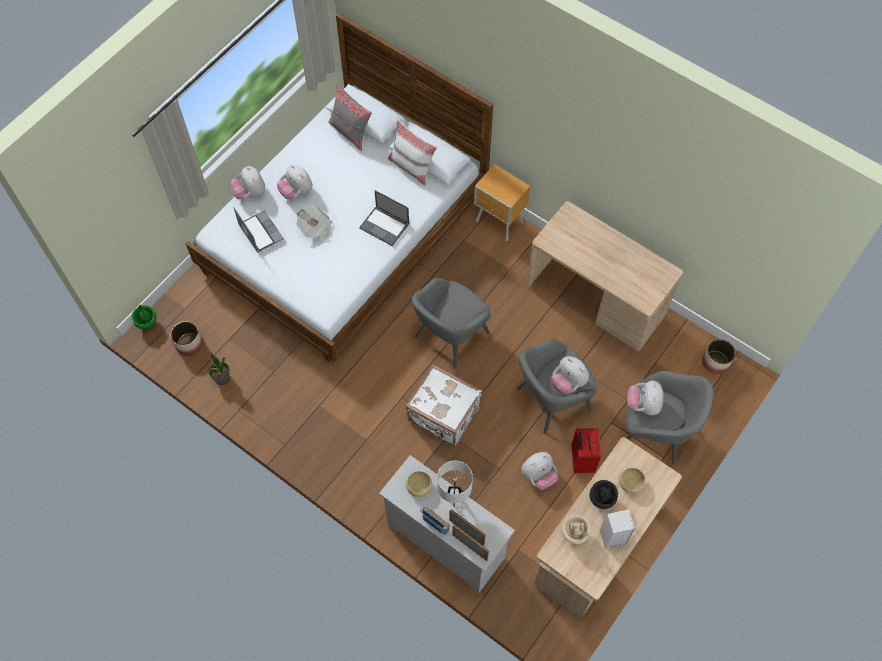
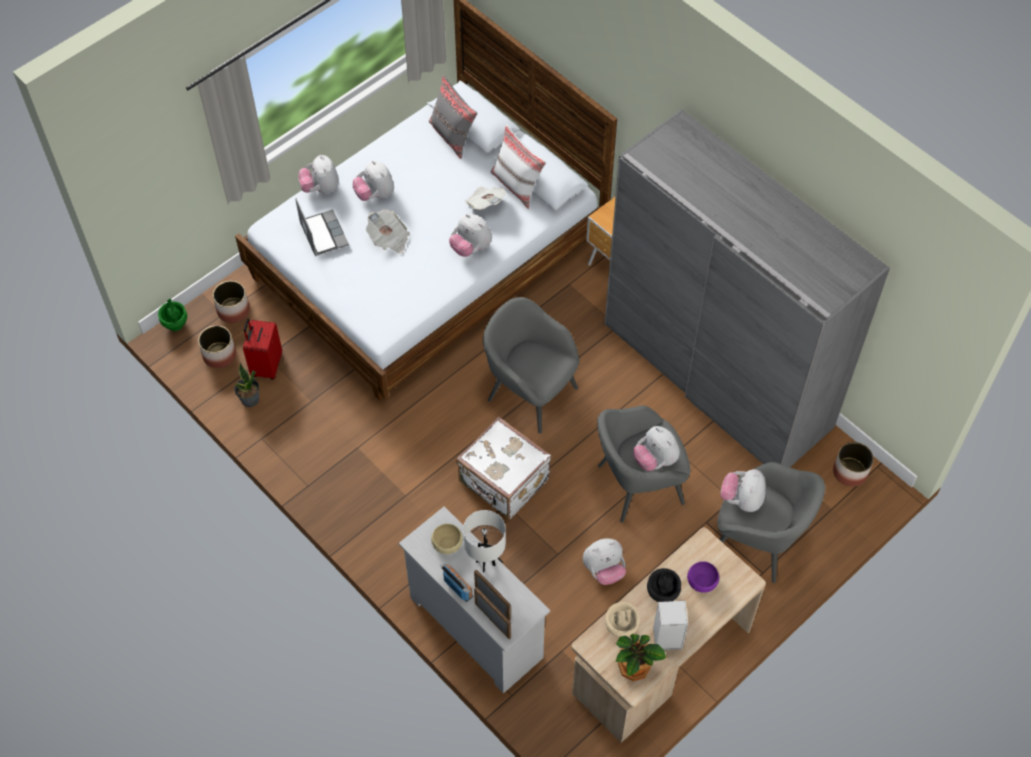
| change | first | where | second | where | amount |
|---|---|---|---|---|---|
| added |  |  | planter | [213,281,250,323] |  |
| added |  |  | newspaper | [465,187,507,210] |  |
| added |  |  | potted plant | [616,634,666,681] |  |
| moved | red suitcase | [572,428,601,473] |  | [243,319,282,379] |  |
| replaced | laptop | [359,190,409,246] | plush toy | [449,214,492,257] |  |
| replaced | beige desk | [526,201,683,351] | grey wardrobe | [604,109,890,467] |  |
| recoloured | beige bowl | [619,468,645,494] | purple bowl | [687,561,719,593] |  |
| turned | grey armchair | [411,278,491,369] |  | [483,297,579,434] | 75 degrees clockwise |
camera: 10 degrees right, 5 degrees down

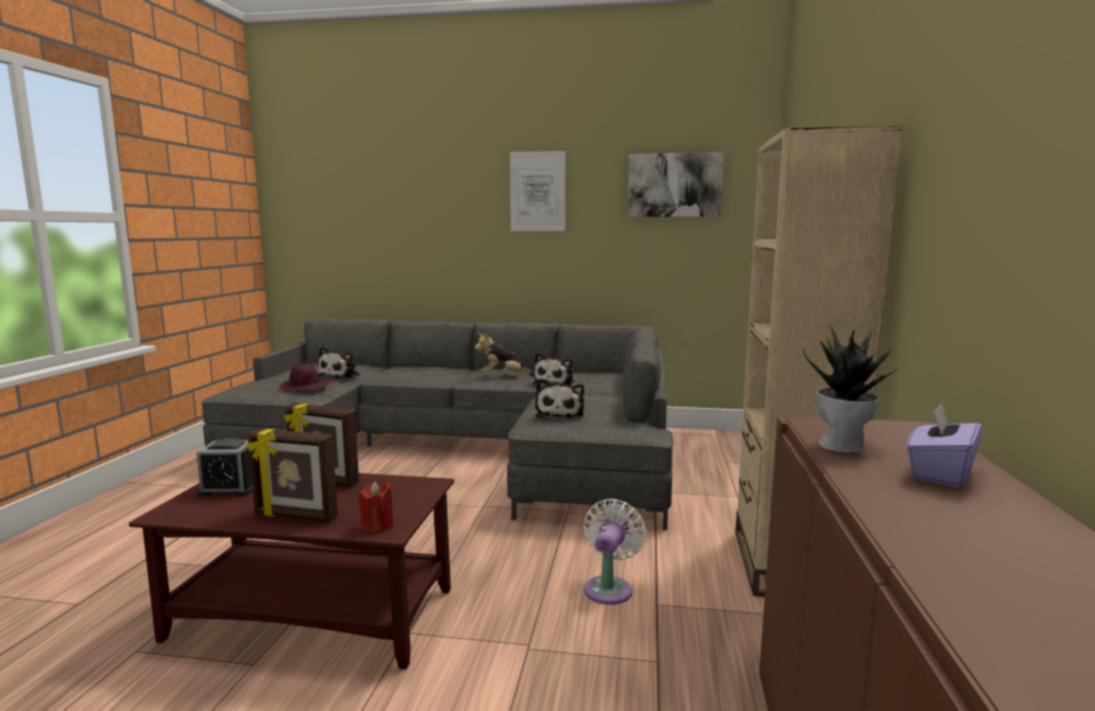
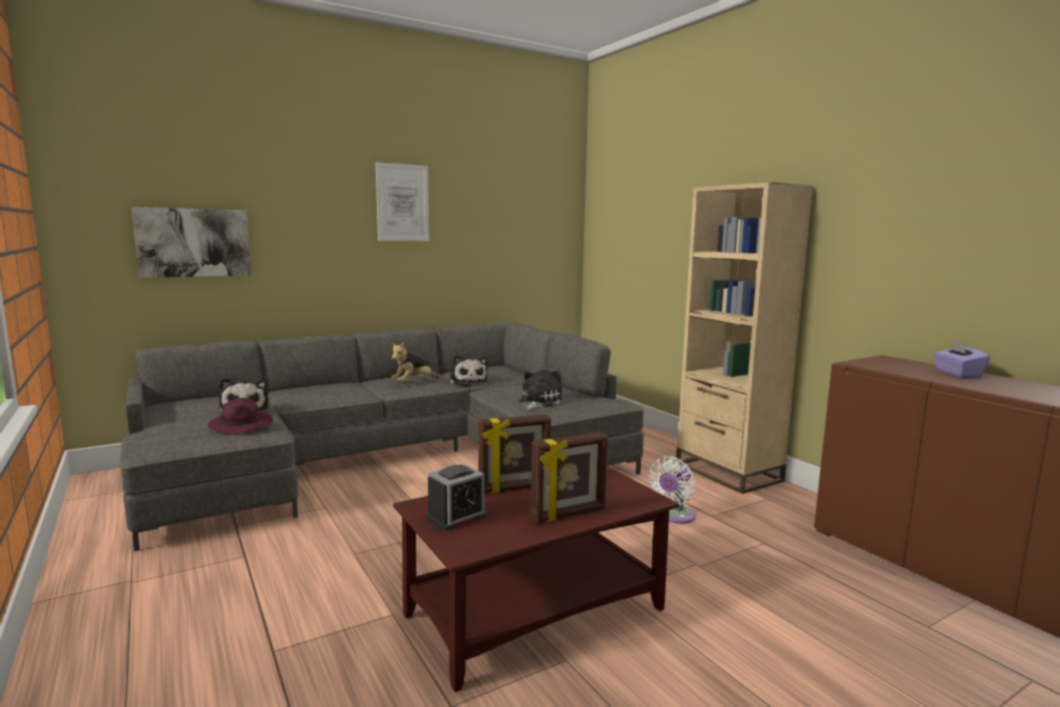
| change | first | where | second | where | amount |
|---|---|---|---|---|---|
| removed | red candle | [359,481,394,533] |  |  |  |
| removed | potted plant | [803,324,898,453] |  |  |  |
| moved | picture | [628,152,724,217] |  | [132,207,251,278] |  |
| turned | plush toy | [535,378,584,419] |  | [518,370,563,410] | 120 degrees counterclockwise |
| turned | white fan | [584,499,647,605] |  | [649,456,696,524] | 120 degrees counterclockwise |
camera: 40 degrees left, 0 degrees up

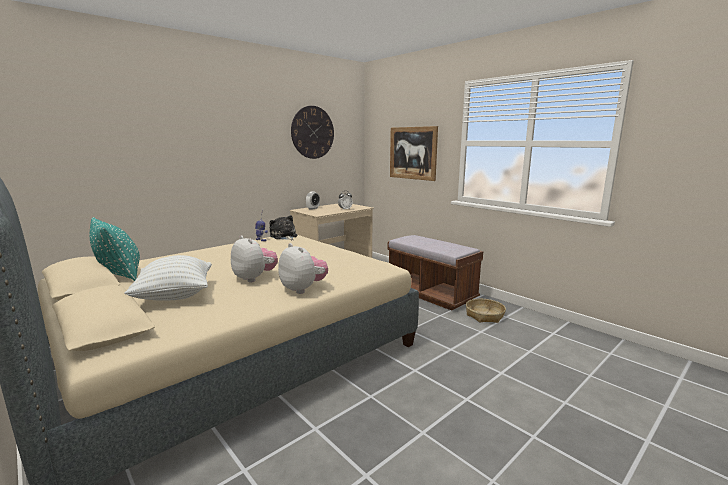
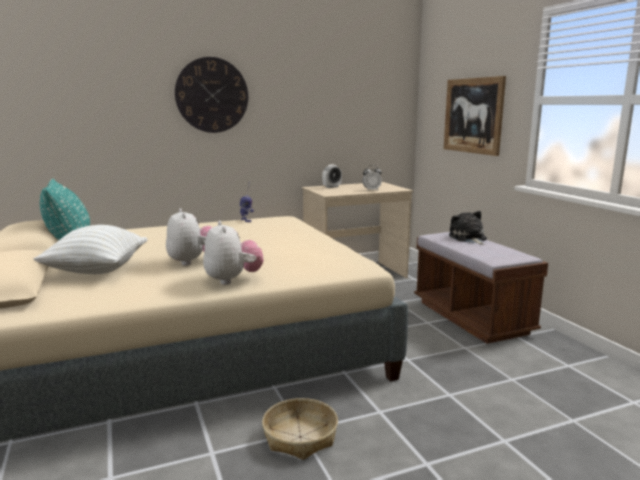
| change | first | where | second | where | amount |
|---|---|---|---|---|---|
| moved | plush toy | [269,215,297,240] |  | [449,211,487,245] |  |
| moved | wall clock | [291,106,334,159] |  | [175,57,248,133] |  |
| moved | basket | [466,299,506,323] |  | [262,398,338,460] |  |
camera: 20 degrees right, 0 degrees up

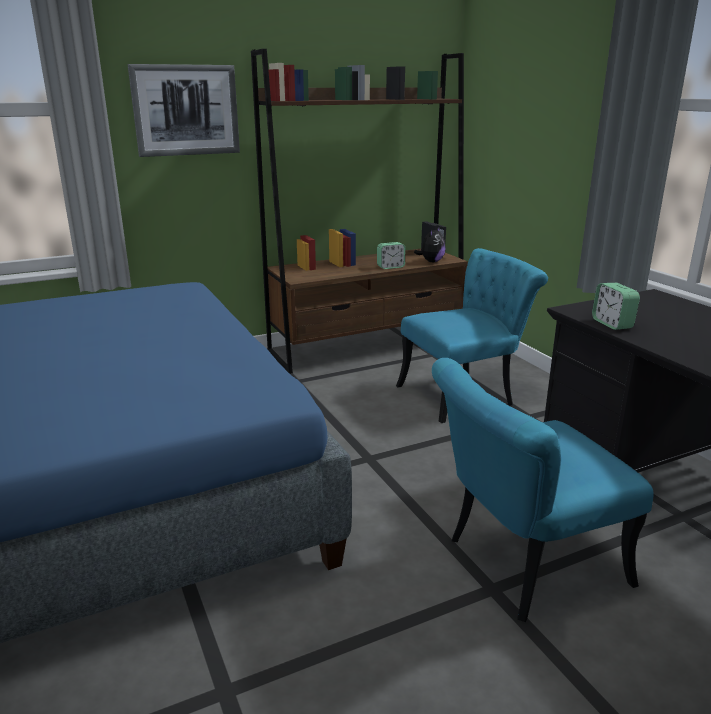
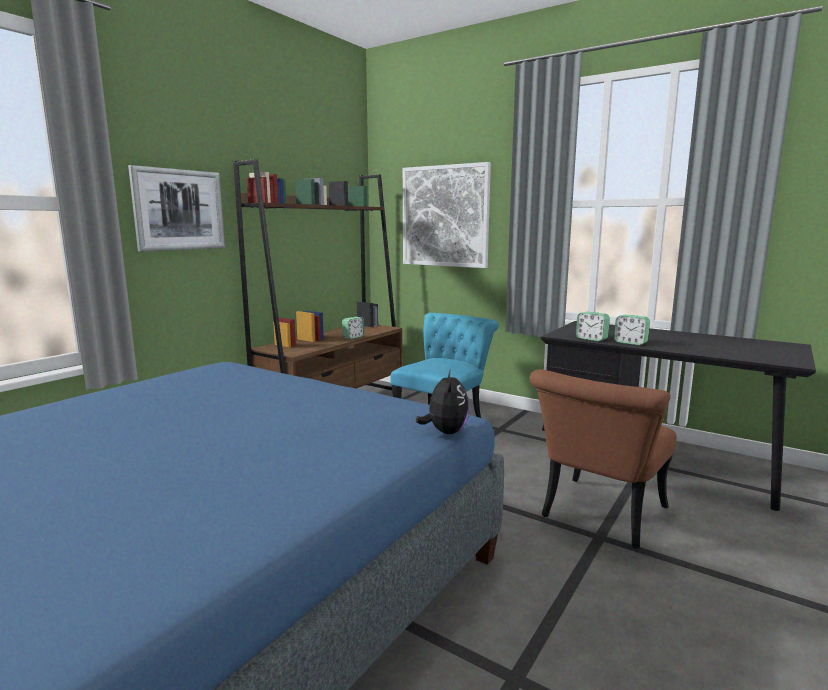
| change | first | where | second | where | amount |
|---|---|---|---|---|---|
| added |  |  | picture | [403,162,491,268] |  |
| added |  |  | alarm clock | [614,315,650,345] |  |
| moved | plush toy | [414,227,446,262] |  | [416,369,470,434] |  |
| recoloured | turquoise chair | [432,358,654,622] | brown chair | [530,369,676,549] |  |
camera: 30 degrees left, 10 degrees down

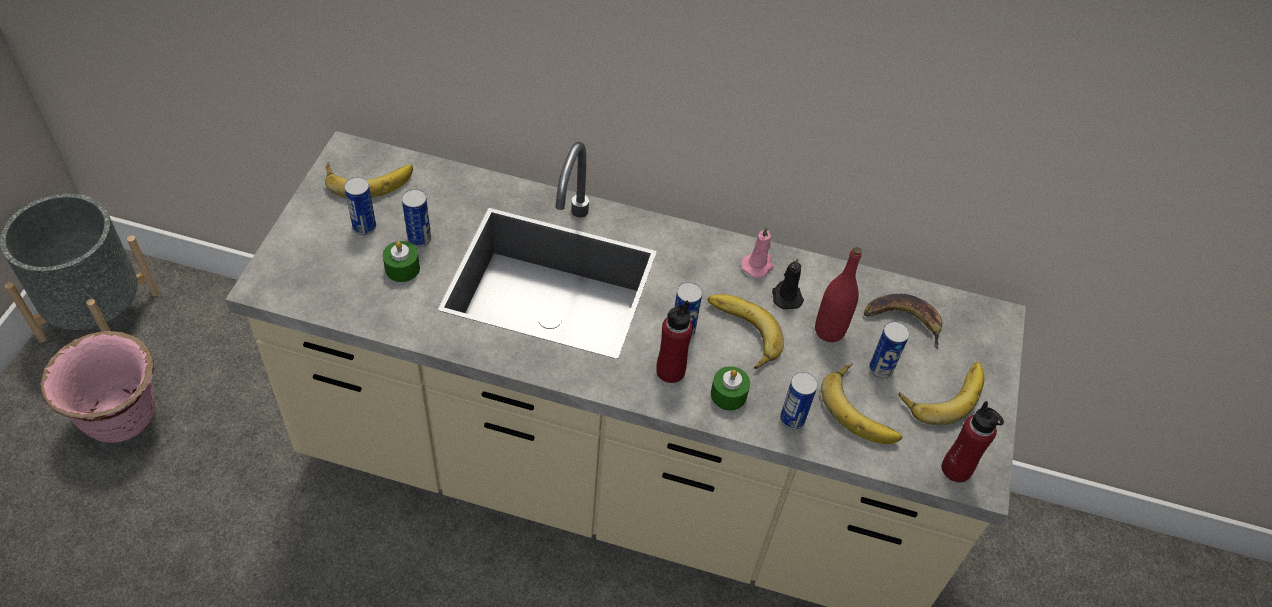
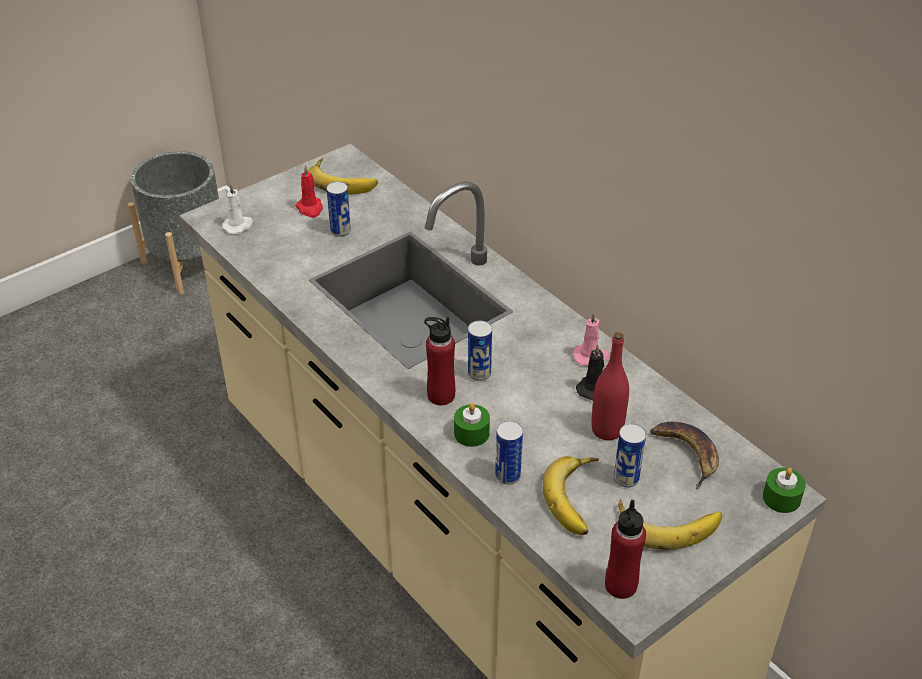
| change | first | where | second | where | amount |
|---|---|---|---|---|---|
| removed | pink planter | [40,331,155,442] |  |  |  |
| removed | banana | [708,295,784,369] |  |  |  |
| added |  |  | white candle | [223,184,253,234] |  |
| moved | green candle | [383,241,420,282] |  | [763,468,806,513] |  |
| replaced | can | [344,177,376,235] | red candle | [295,165,323,218] |  |
camera: 40 degrees right, 10 degrees down

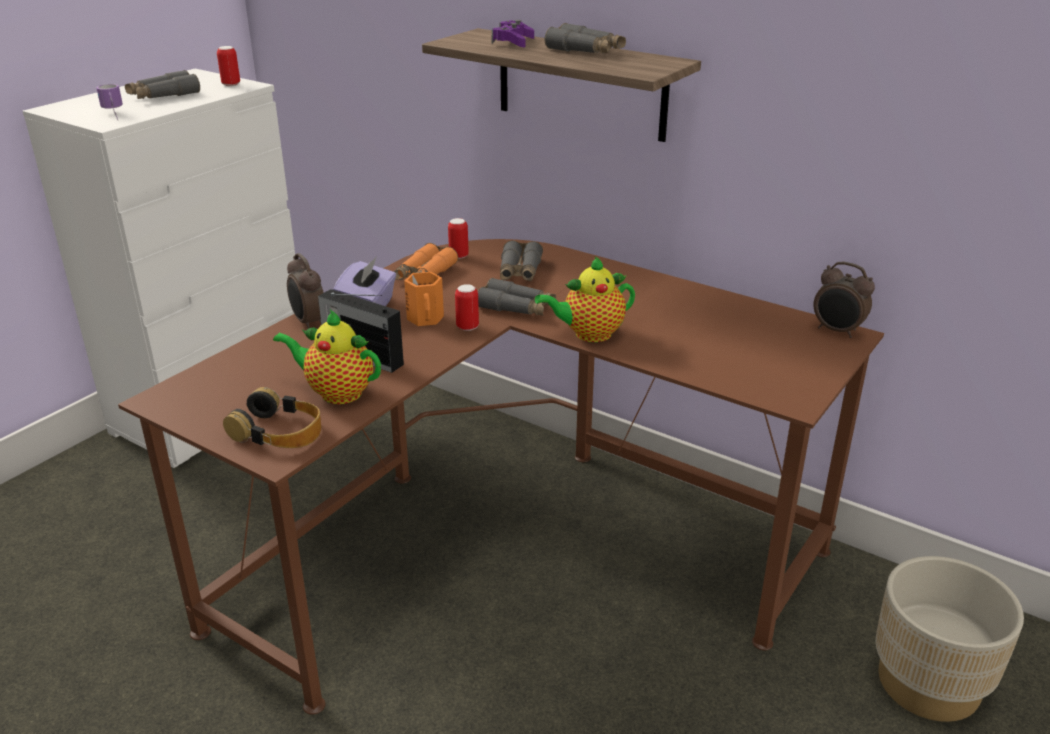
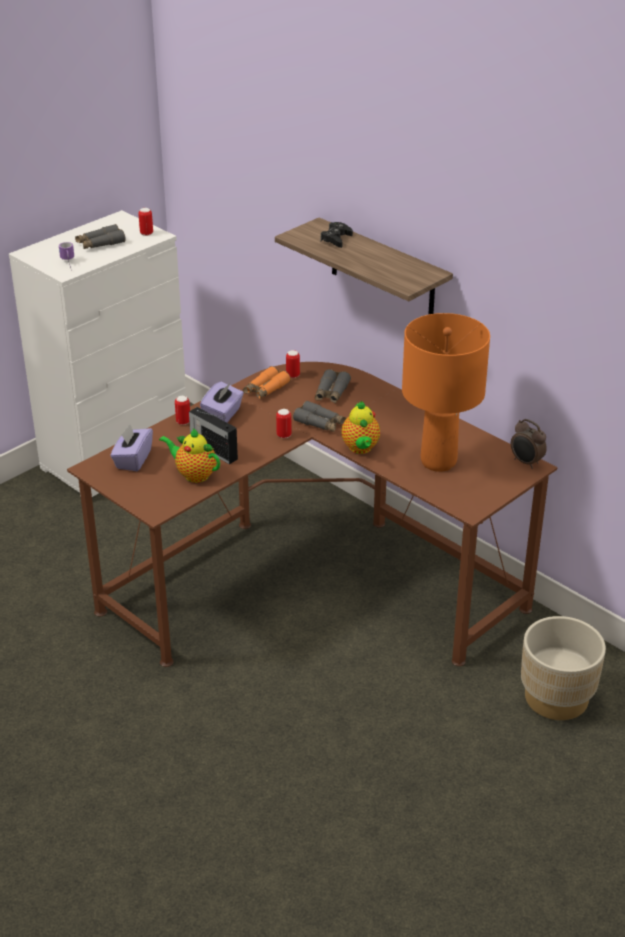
| change | first | where | second | where | amount |
|---|---|---|---|---|---|
| removed | headphones | [223,387,321,448] |  |  |  |
| removed | orange mug | [404,272,444,326] |  |  |  |
| removed | grey binoculars | [545,23,626,53] |  |  |  |
| added |  |  | purple tissue box | [110,424,153,471] |  |
| added |  |  | orange table lamp | [402,313,490,472] |  |
| replaced | alarm clock | [287,253,324,329] | can | [175,396,190,425] |  |
| recoloured | purple game controller | [491,20,534,48] | black game controller | [320,222,353,248] |  |
| turned | teapot | [535,256,635,342] |  | [342,401,380,454] | 90 degrees counterclockwise |
camera: 10 degrees right, 5 degrees up

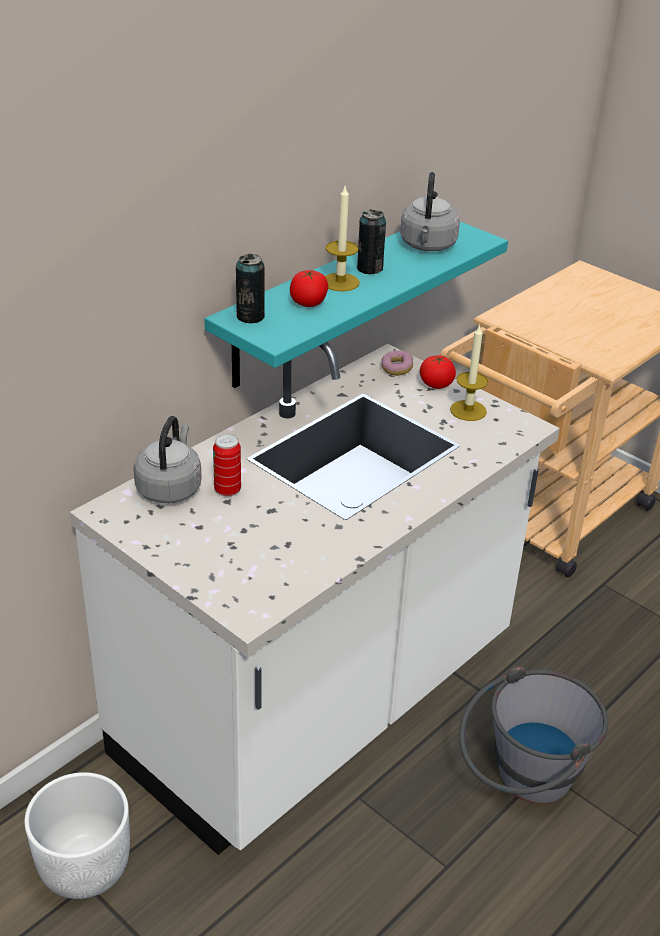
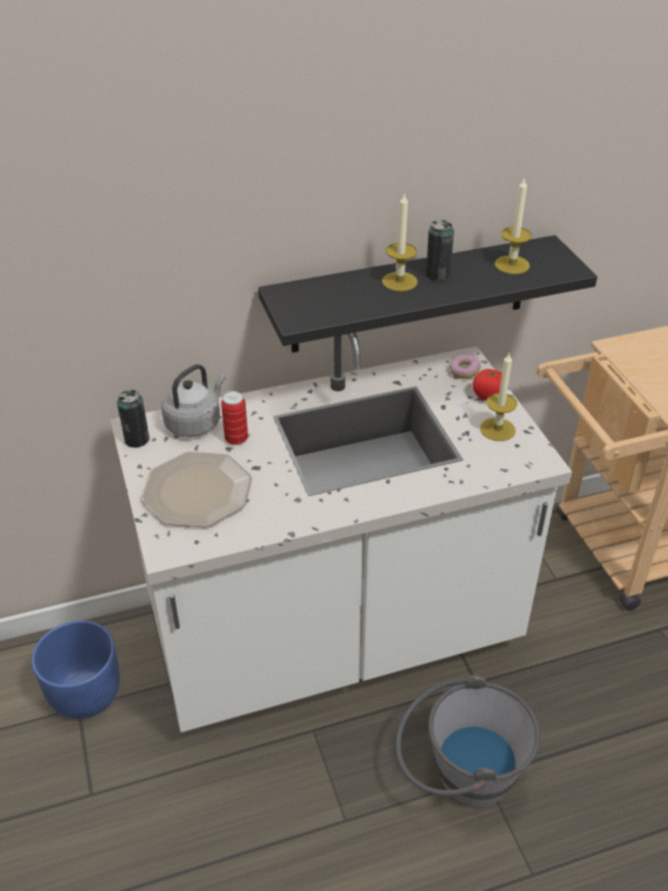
| change | first | where | second | where | amount |
|---|---|---|---|---|---|
| removed | tomato | [290,270,328,307] |  |  |  |
| added |  |  | plate | [141,452,252,527] |  |
| moved | can | [236,254,265,323] |  | [117,390,150,448] |  |
| replaced | grey kettle | [400,172,460,251] | candle | [495,177,532,274] |  |
| recoloured | white planter | [24,772,130,899] | blue planter | [31,620,120,719] |  |
| recoloured | turquoise shelf | [204,222,508,388] | black shelf | [258,235,597,353] |  |
camera: 30 degrees right, 5 degrees up

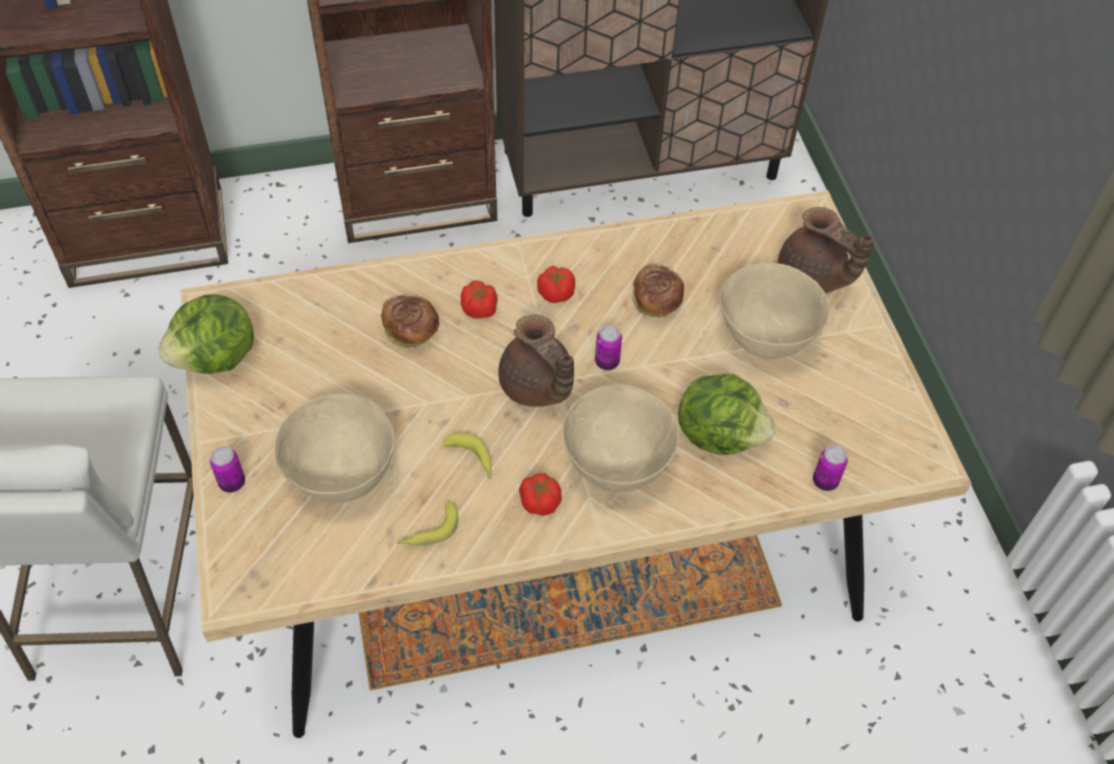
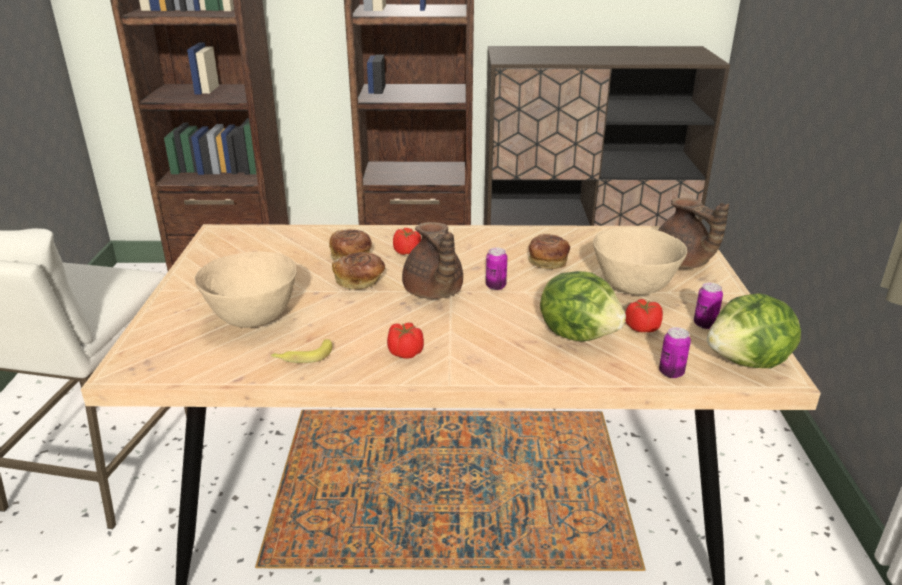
| change | first | where | second | where | amount |
|---|---|---|---|---|---|
| removed | banana | [443,433,492,479] |  |  |  |
| removed | beige bowl | [563,384,679,492] |  |  |  |
| added |  |  | bread | [332,252,385,290] |  |
| moved | lettuce | [158,294,254,374] |  | [707,293,801,368] |  |
| moved | can | [210,446,245,492] |  | [694,283,723,329] |  |
| moved | tomato | [537,266,575,303] |  | [625,299,663,332] |  |
camera: 15 degrees right, 25 degrees down

